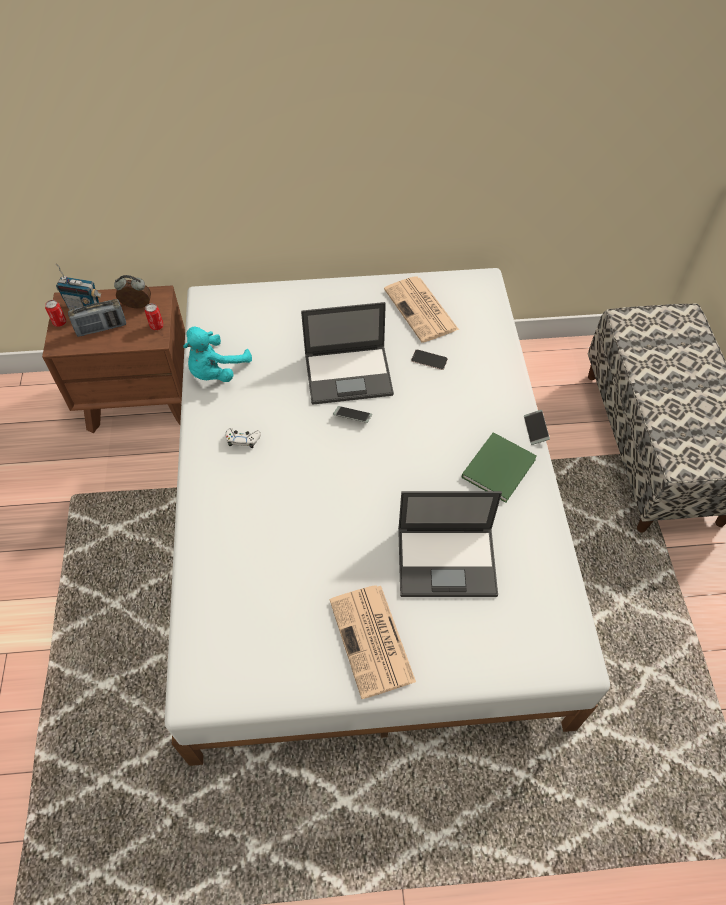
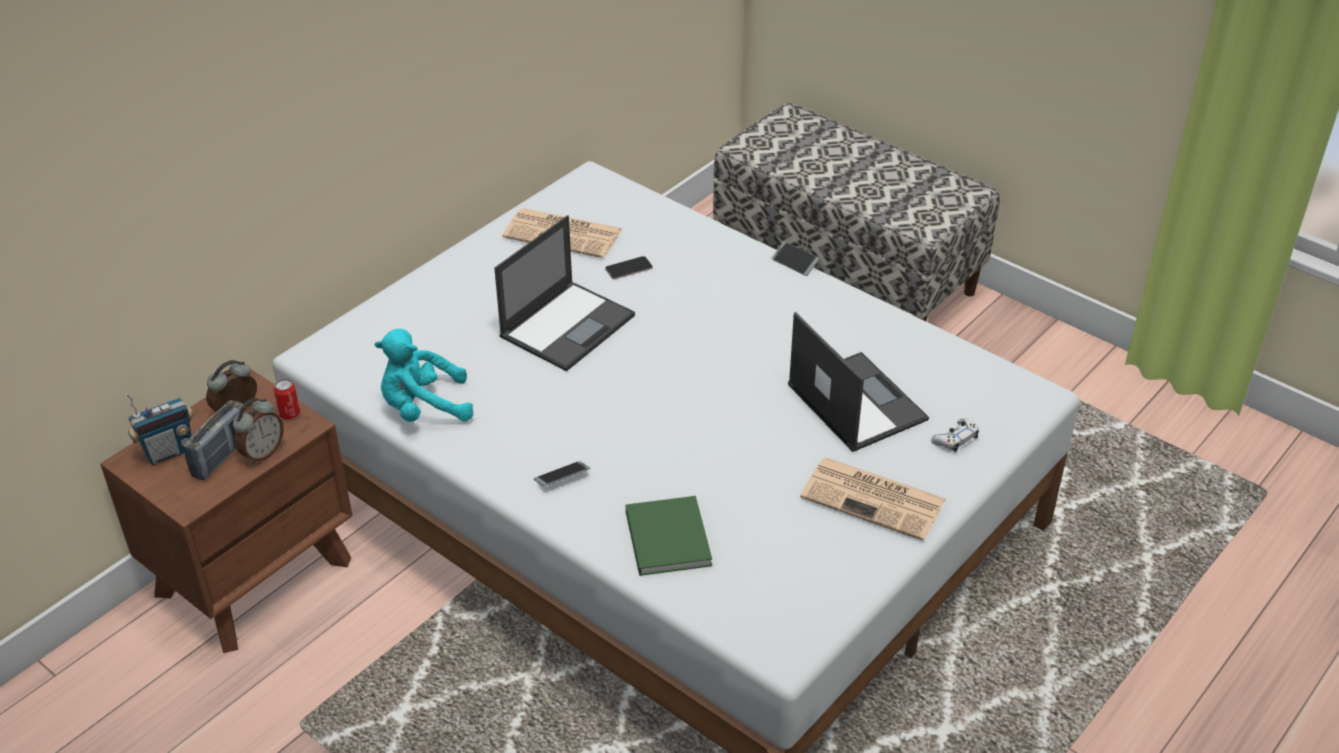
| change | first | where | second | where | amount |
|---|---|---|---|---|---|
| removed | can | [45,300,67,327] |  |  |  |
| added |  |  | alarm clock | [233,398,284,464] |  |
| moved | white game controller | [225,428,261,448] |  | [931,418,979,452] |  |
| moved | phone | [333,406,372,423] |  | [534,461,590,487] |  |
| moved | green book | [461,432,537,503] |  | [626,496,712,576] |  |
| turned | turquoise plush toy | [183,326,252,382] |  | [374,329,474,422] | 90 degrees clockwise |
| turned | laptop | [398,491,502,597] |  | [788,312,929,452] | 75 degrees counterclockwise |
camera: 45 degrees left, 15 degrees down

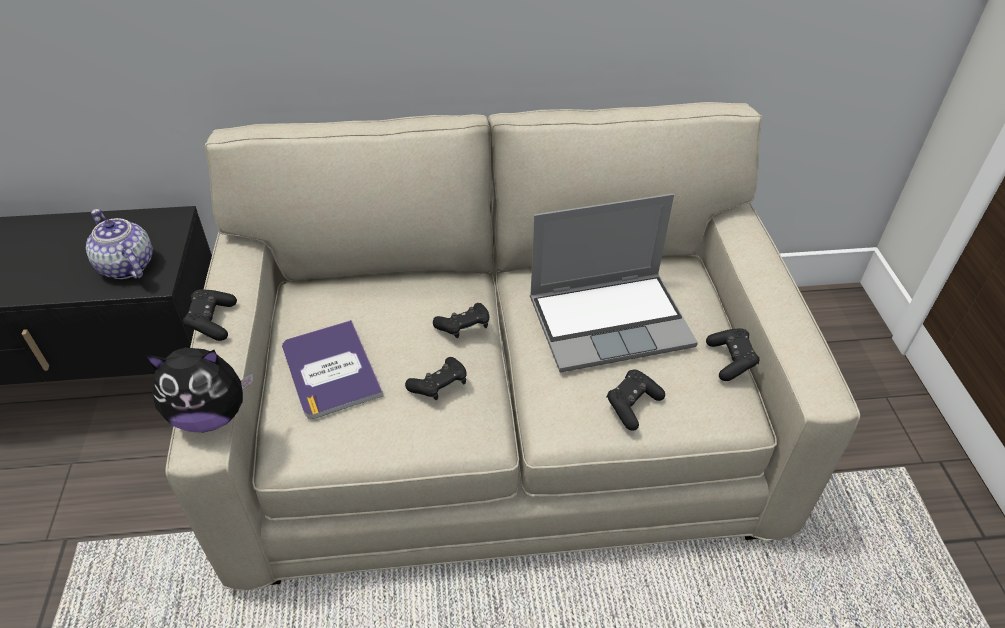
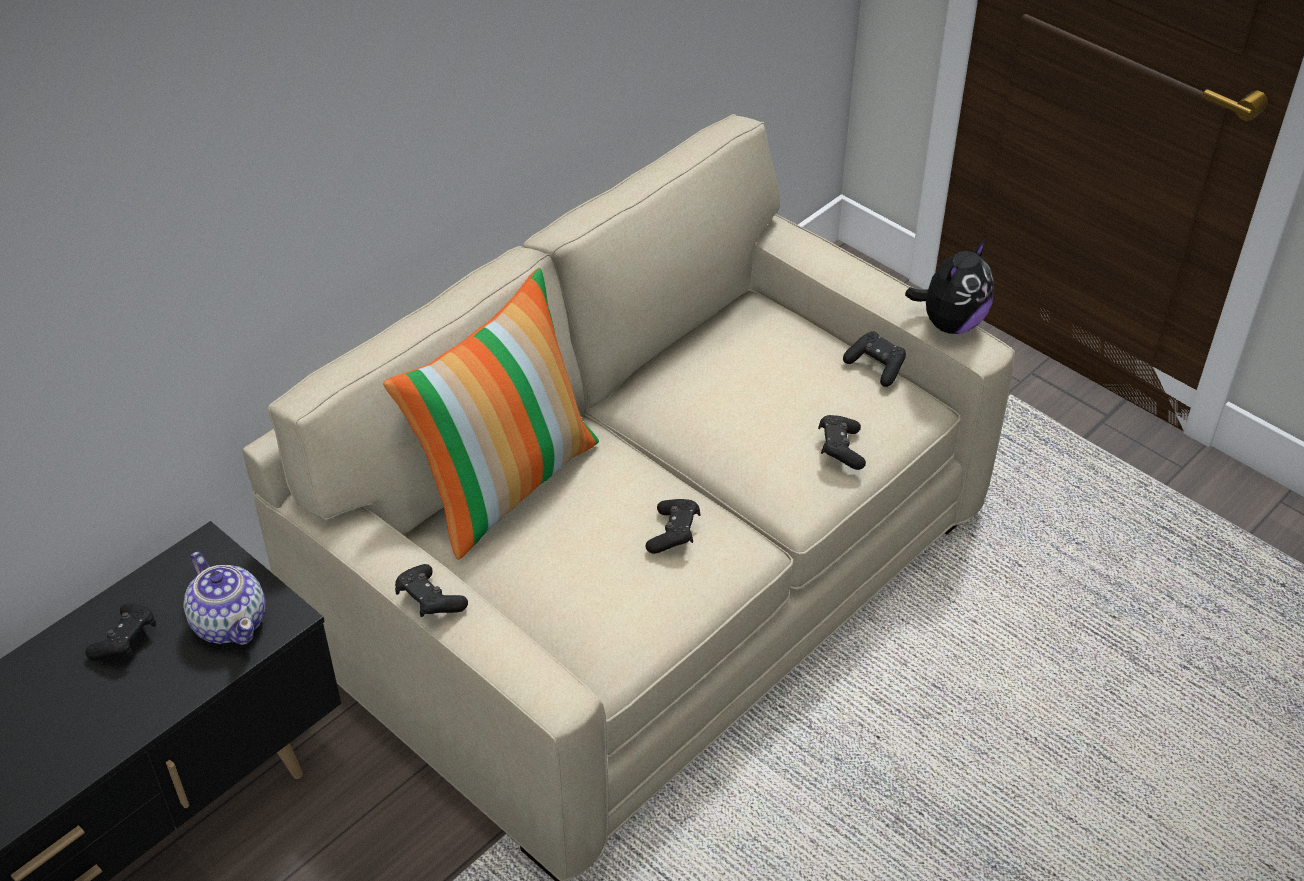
| change | first | where | second | where | amount |
|---|---|---|---|---|---|
| removed | book | [282,320,383,419] |  |  |  |
| removed | laptop | [530,194,698,372] |  |  |  |
| added |  |  | pillow | [383,268,599,560] |  |
| moved | plush toy | [145,348,253,433] |  | [905,239,994,334] |  |
| moved | black game controller | [433,303,489,338] |  | [85,604,156,661] |  |
| turned | teapot | [86,209,153,279] |  | [183,551,265,645] | 135 degrees counterclockwise |
camera: 40 degrees left, 0 degrees up

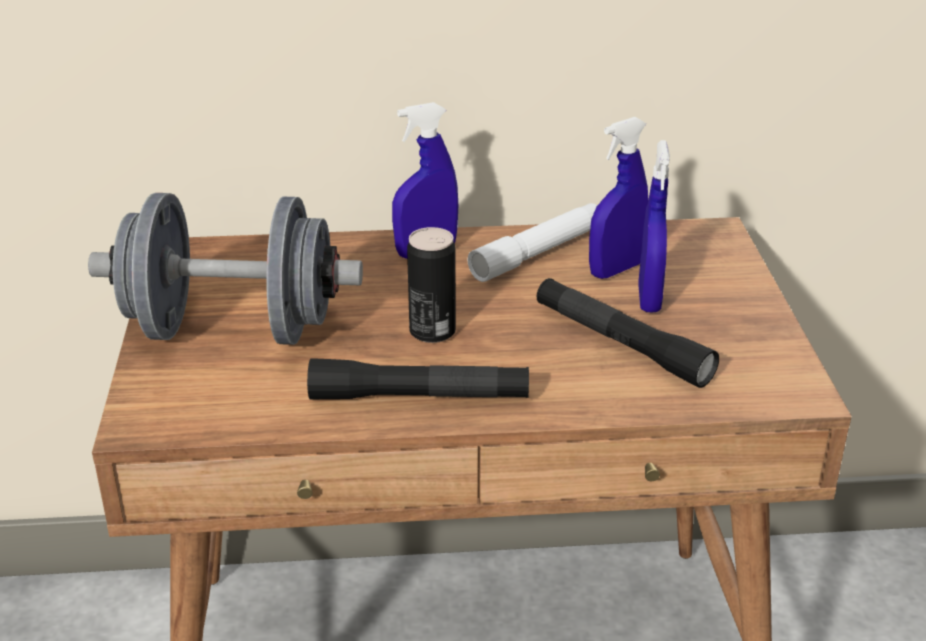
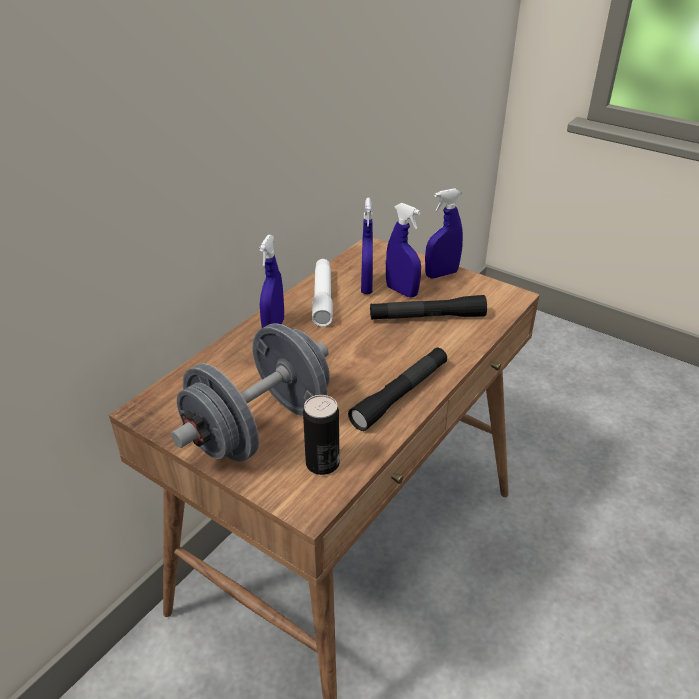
| change | first | where | second | where | amount |
|---|---|---|---|---|---|
| added |  |  | blue spray bottle | [425,188,463,278] |  |
| moved | can | [407,227,456,343] |  | [303,395,340,475] |  |
camera: 50 degrees left, 5 degrees up

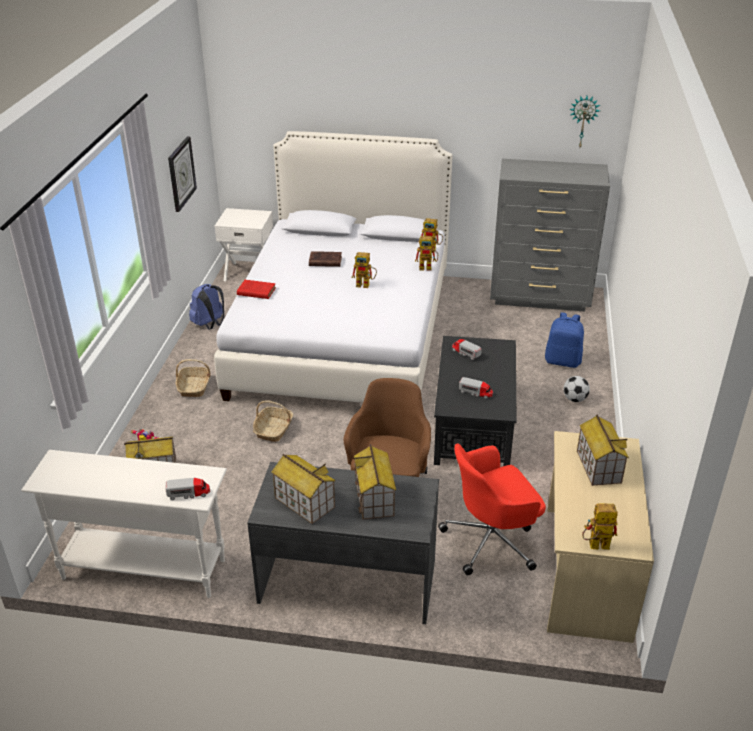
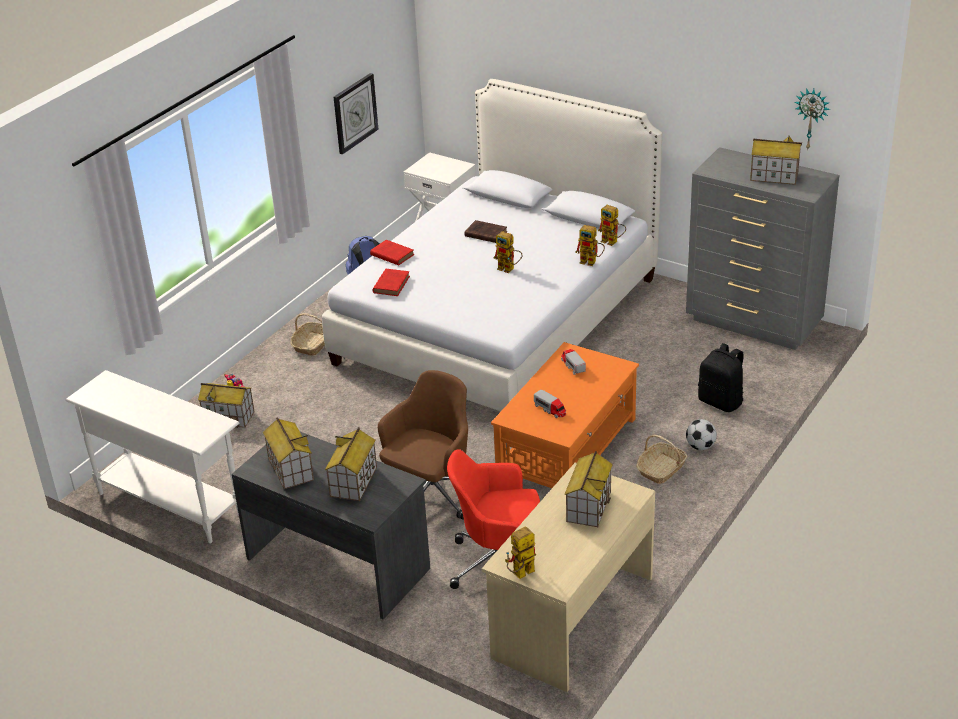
| change | first | where | second | where | amount |
|---|---|---|---|---|---|
| removed | toy truck | [165,478,210,500] |  |  |  |
| added |  |  | red book | [373,268,410,296] |  |
| added |  |  | toy house | [750,136,802,185] |  |
| moved | basket | [253,400,293,442] |  | [636,435,687,484] |  |
| recoloured | black coffee table | [434,336,517,466] | orange coffee table | [491,342,639,488] |  |
| recoloured | blue backpack | [545,312,584,368] | black backpack | [698,343,744,412] |  |
| turned | toy robot | [582,503,618,550] |  | [505,526,536,579] | 60 degrees counterclockwise |
camera: 25 degrees right, 0 degrees up

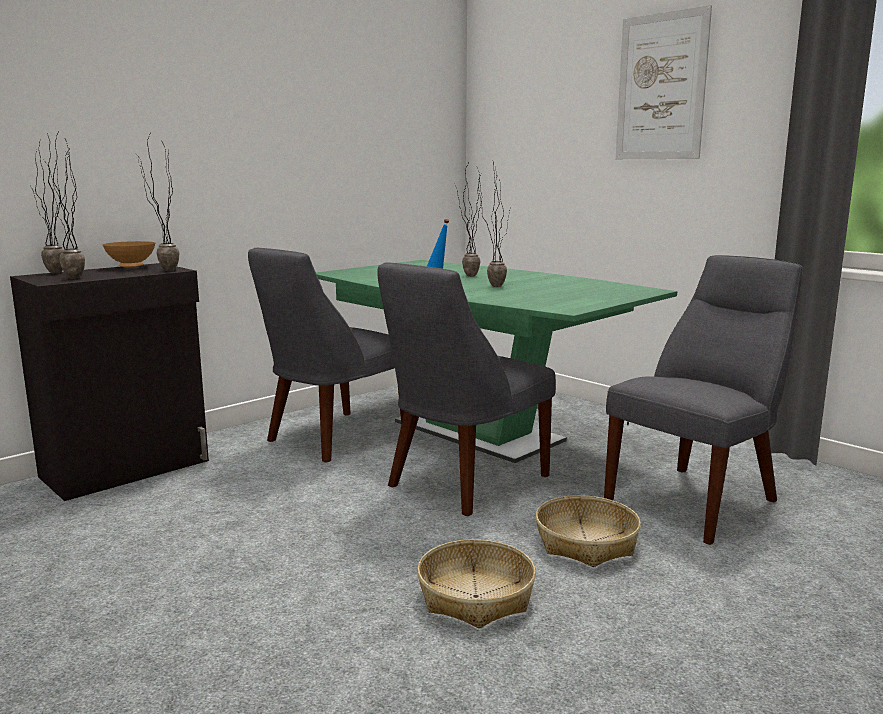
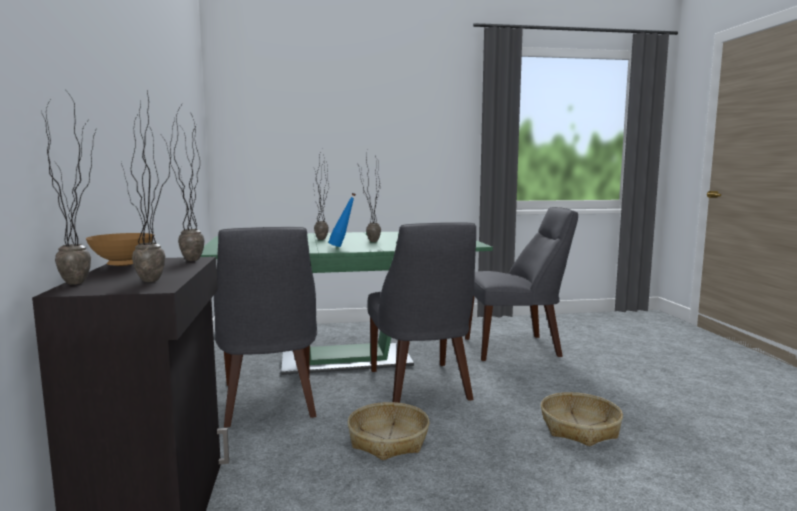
| change | first | where | second | where | amount |
|---|---|---|---|---|---|
| removed | picture | [616,5,712,159] |  |  |  |
| moved | basket | [535,495,641,567] |  | [348,402,429,460] |  |
| turned | grey chair | [604,255,803,545] |  | [465,207,578,361] | 90 degrees clockwise |
camera: 55 degrees left, 5 degrees down

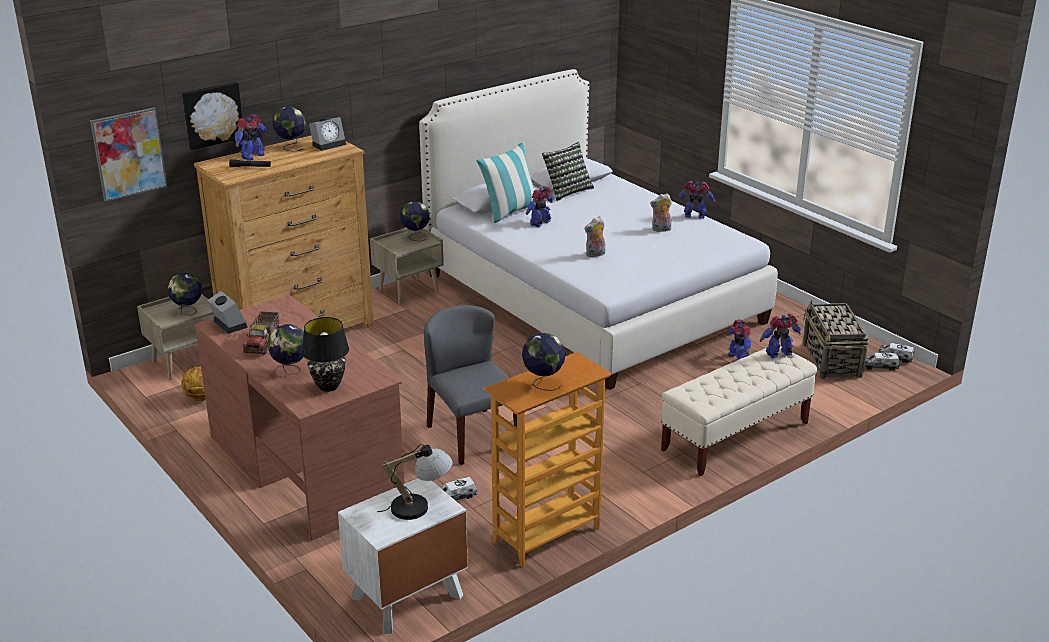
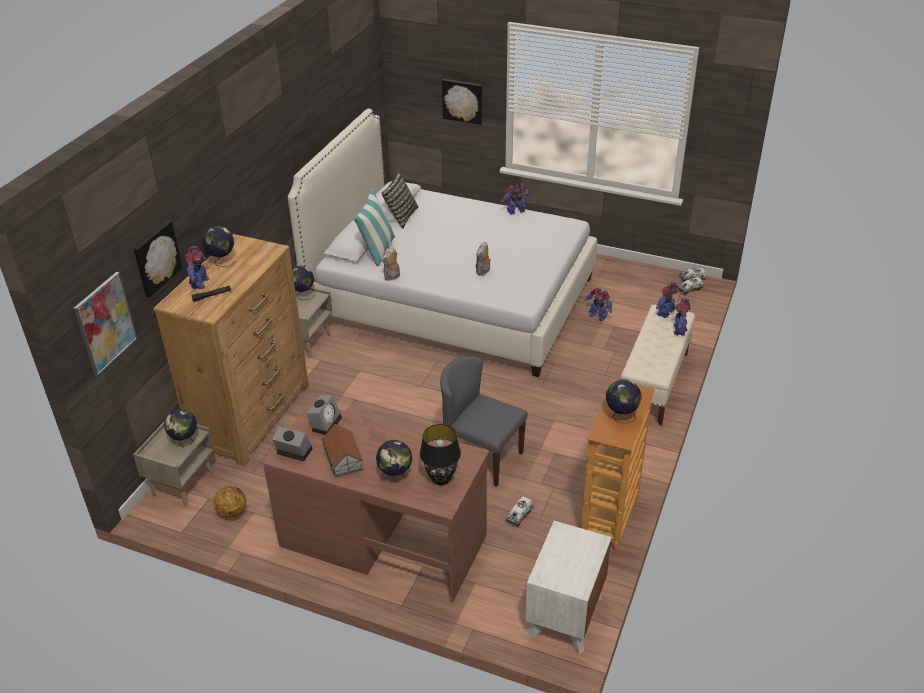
| change | first | where | second | where | amount |
|---|---|---|---|---|---|
| removed | table lamp | [377,444,453,520] |  |  |  |
| removed | basket | [803,300,870,379] |  |  |  |
| added |  |  | picture | [442,79,482,125] |  |
| moved | alarm clock | [309,117,346,151] |  | [306,395,342,435] |  |
| moved | toy robot | [526,186,553,227] |  | [674,298,691,335] |  |
| moved | plush toy | [650,193,672,232] |  | [381,247,400,281] |  |
| replaced | toy truck | [243,311,280,355] | toy house | [322,424,363,478] |  |
camera: 30 degrees left, 10 degrees up

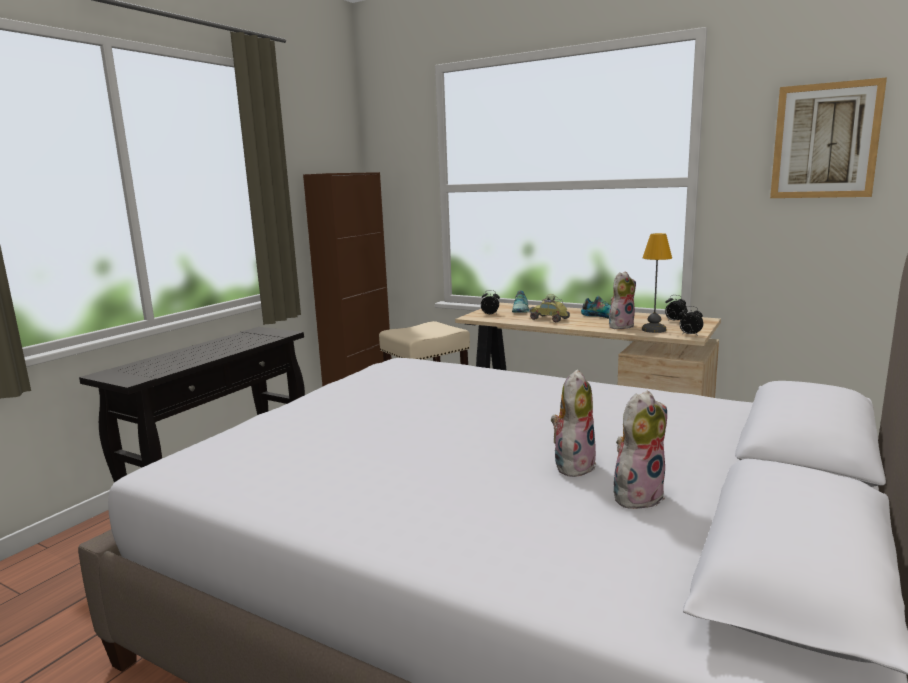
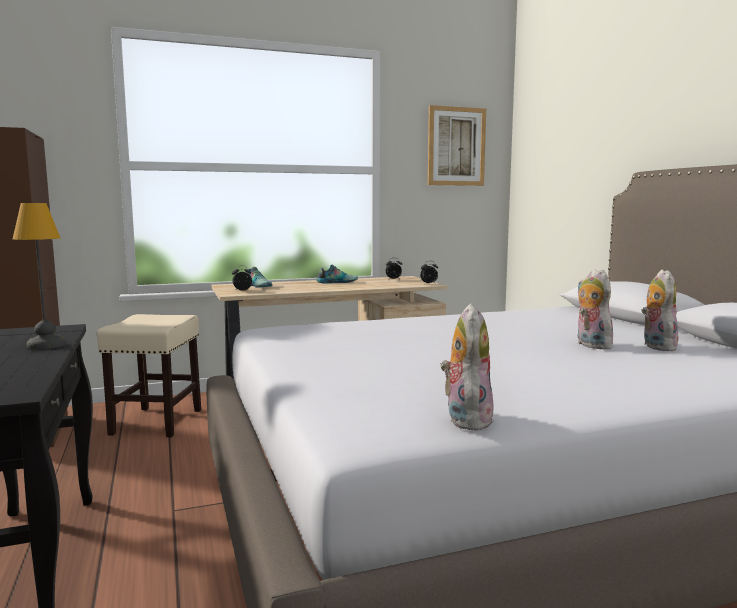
| change | first | where | second | where | amount |
|---|---|---|---|---|---|
| removed | toy car | [528,294,570,323] |  |  |  |
| moved | plush toy | [609,271,636,329] |  | [440,304,494,431] |  |
| moved | table lamp | [642,233,672,333] |  | [13,203,66,350] |  |
camera: 50 degrees left, 5 degrees down

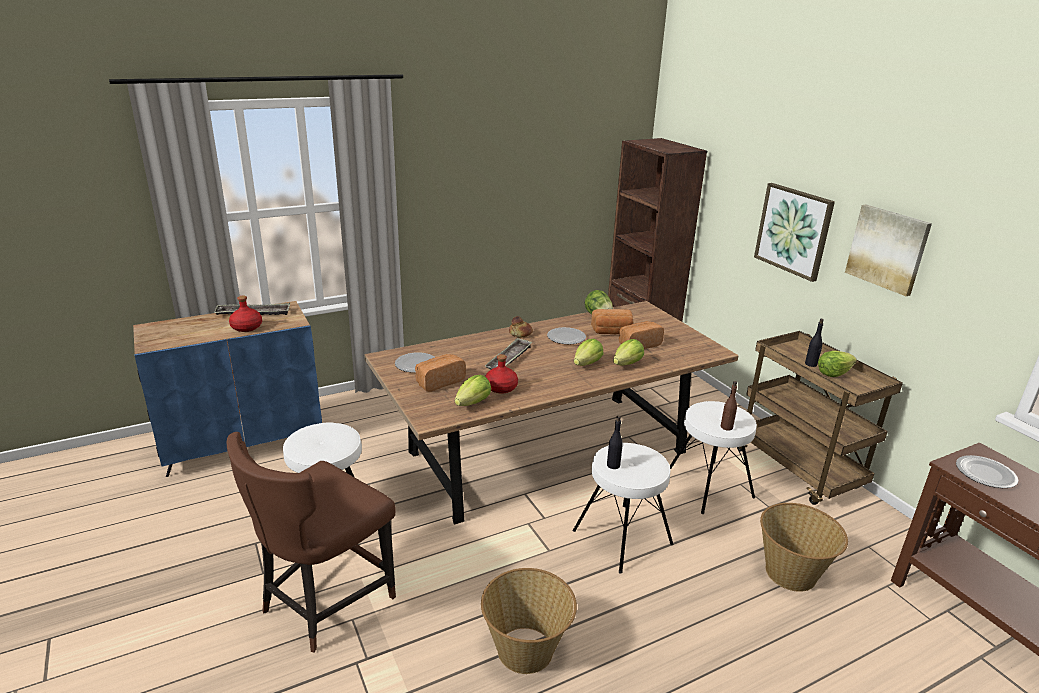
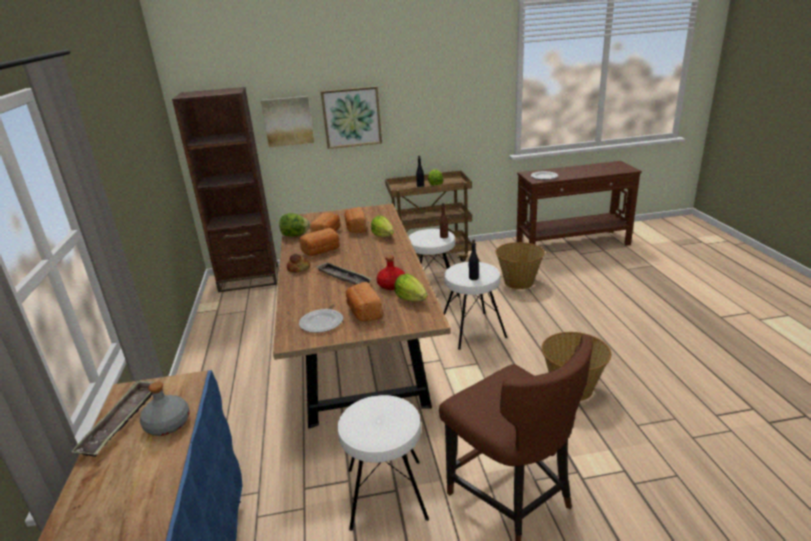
| change | first | where | second | where | amount |
|---|---|---|---|---|---|
| removed | lettuce | [574,339,603,366] |  |  |  |
| moved | picture | [845,204,932,296] |  | [261,96,314,147] |  |
| replaced | plate | [547,327,586,344] | bread | [299,228,339,256] |  |
| recoloured | red bottle | [229,296,262,332] | grey bottle | [140,382,190,436] |  |
camera: 70 degrees left, 0 degrees up

